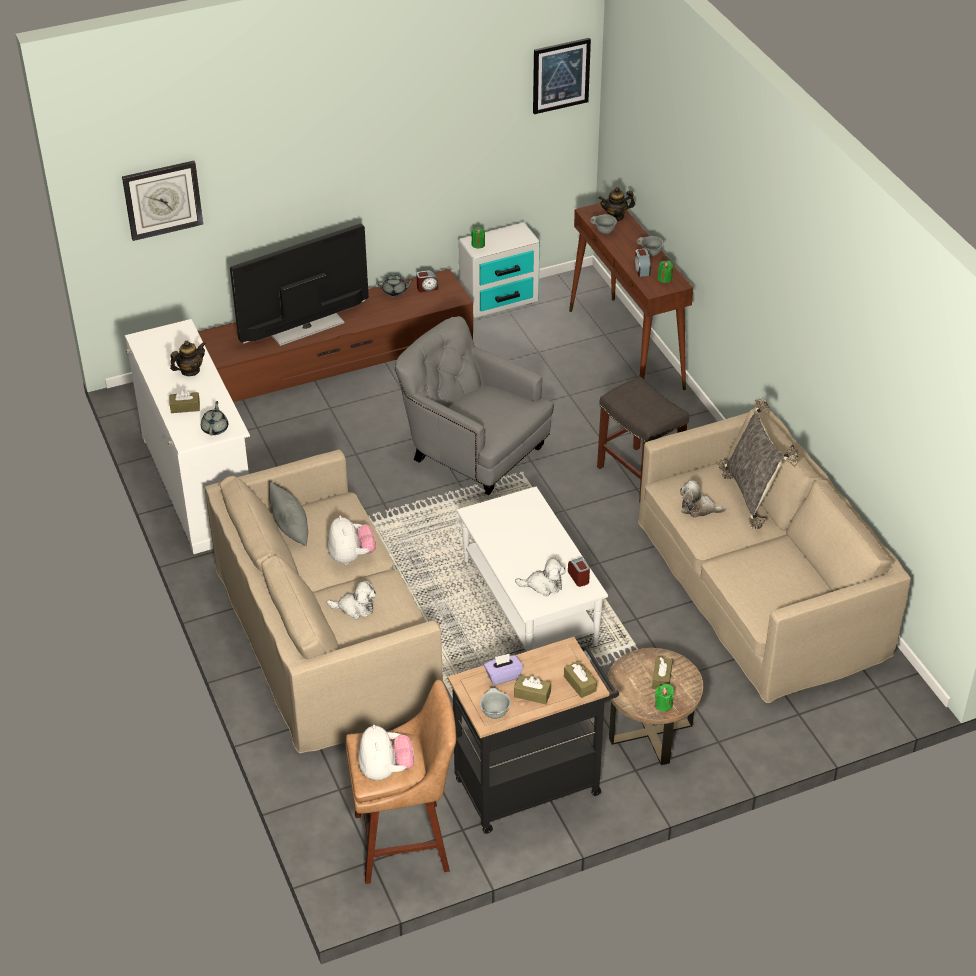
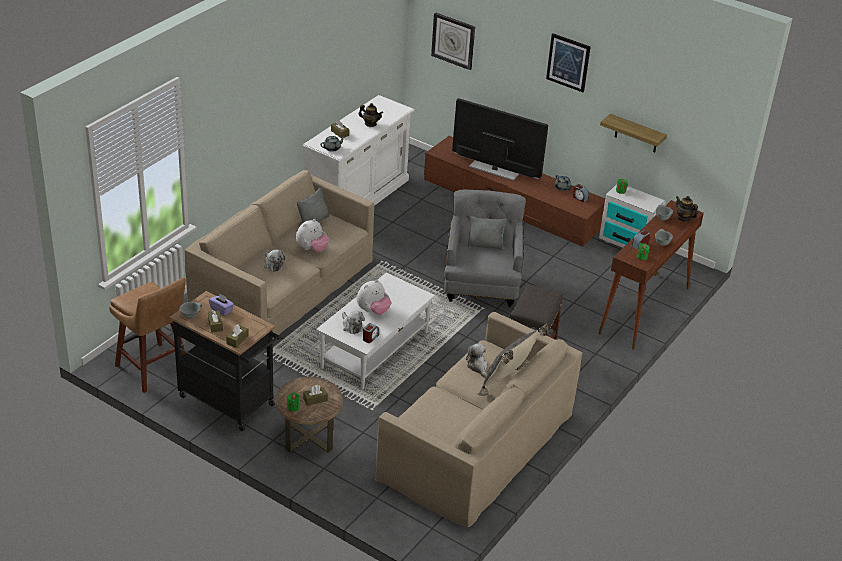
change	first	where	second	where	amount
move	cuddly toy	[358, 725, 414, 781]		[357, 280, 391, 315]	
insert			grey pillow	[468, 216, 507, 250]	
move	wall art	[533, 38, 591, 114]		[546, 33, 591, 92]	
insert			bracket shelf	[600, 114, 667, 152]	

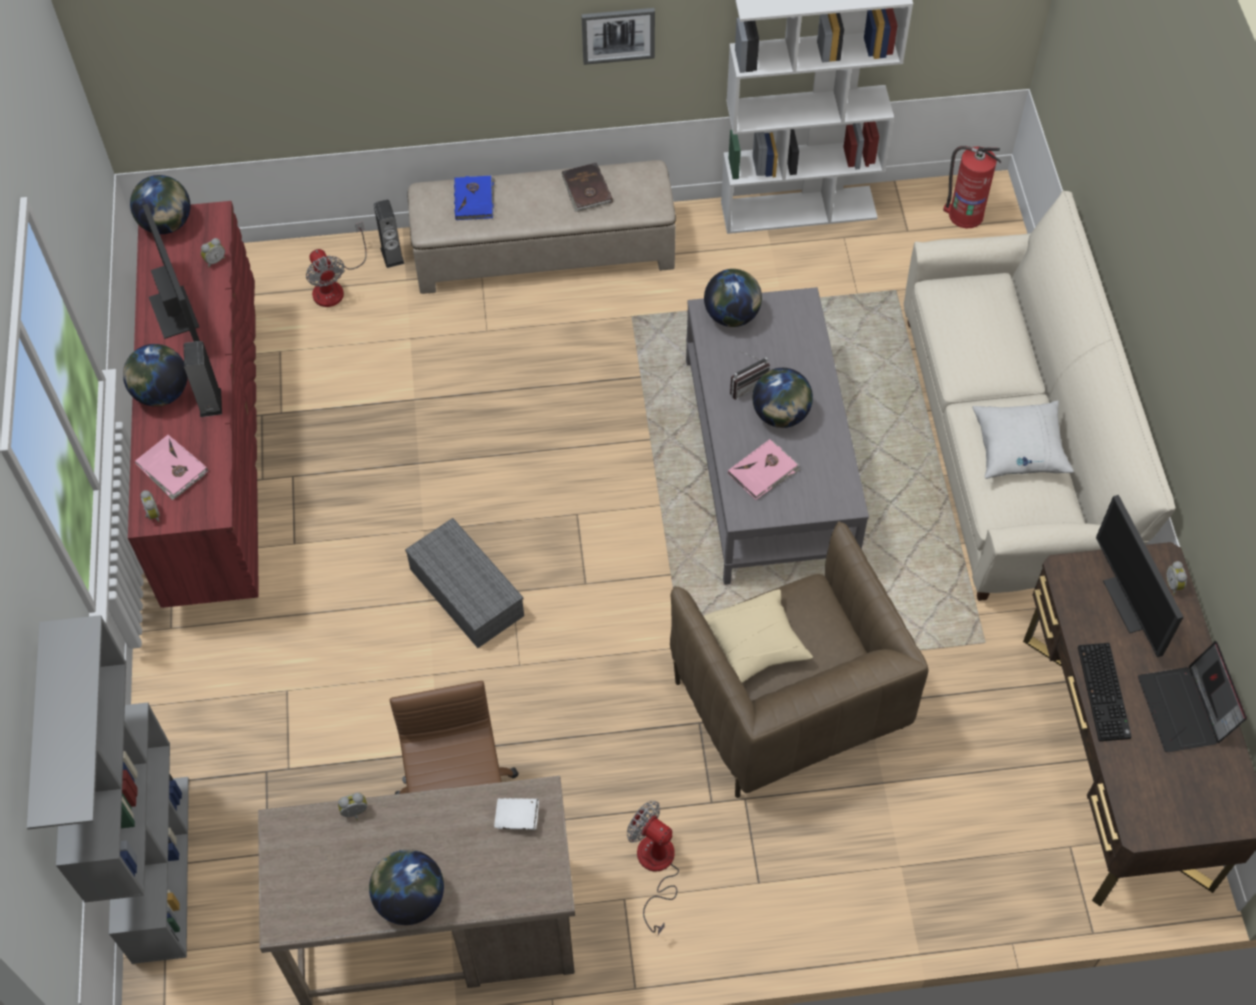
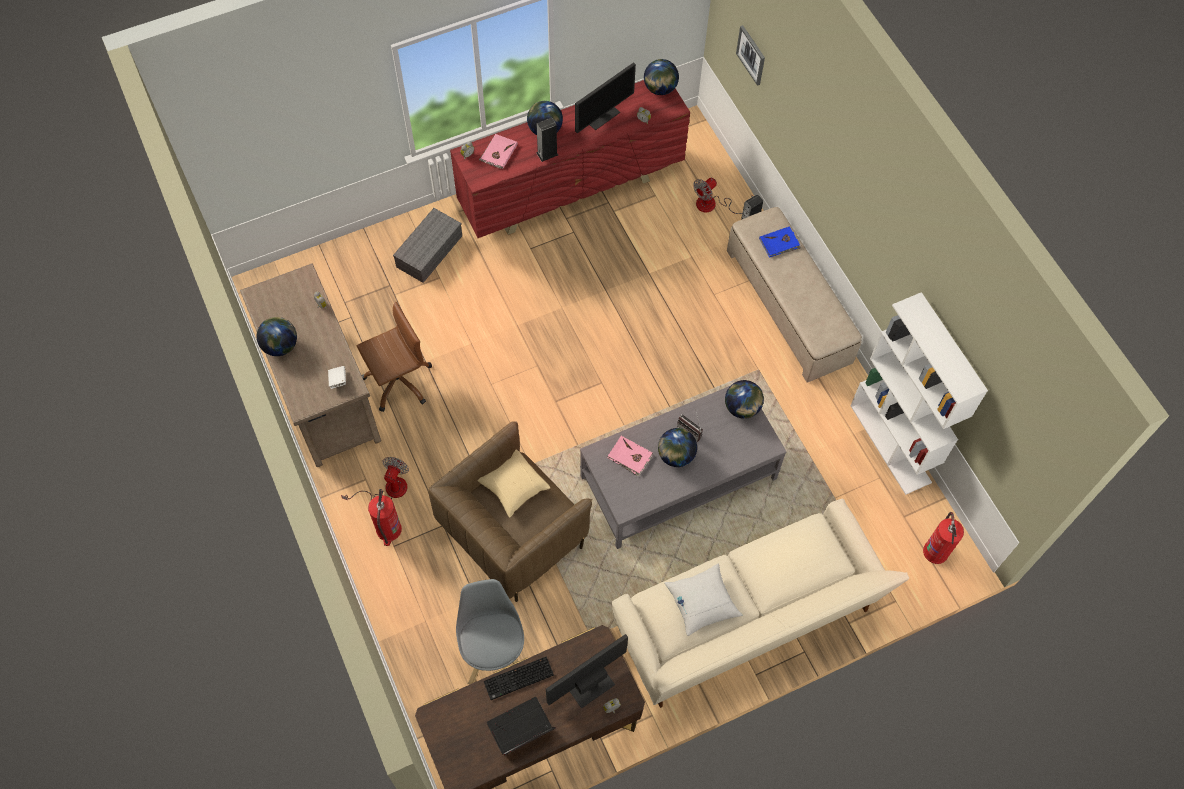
change	first	where	second	where	amount
insert			fire extinguisher	[368, 489, 402, 546]	
move	grey storage box	[405, 518, 524, 648]		[393, 208, 462, 283]	
insert			grey upright chair	[456, 579, 524, 685]	
move	wall art	[581, 8, 655, 65]		[736, 25, 765, 86]	
delete	grey bookcase	[27, 615, 189, 964]			
delete	brown bound book	[561, 163, 613, 212]			

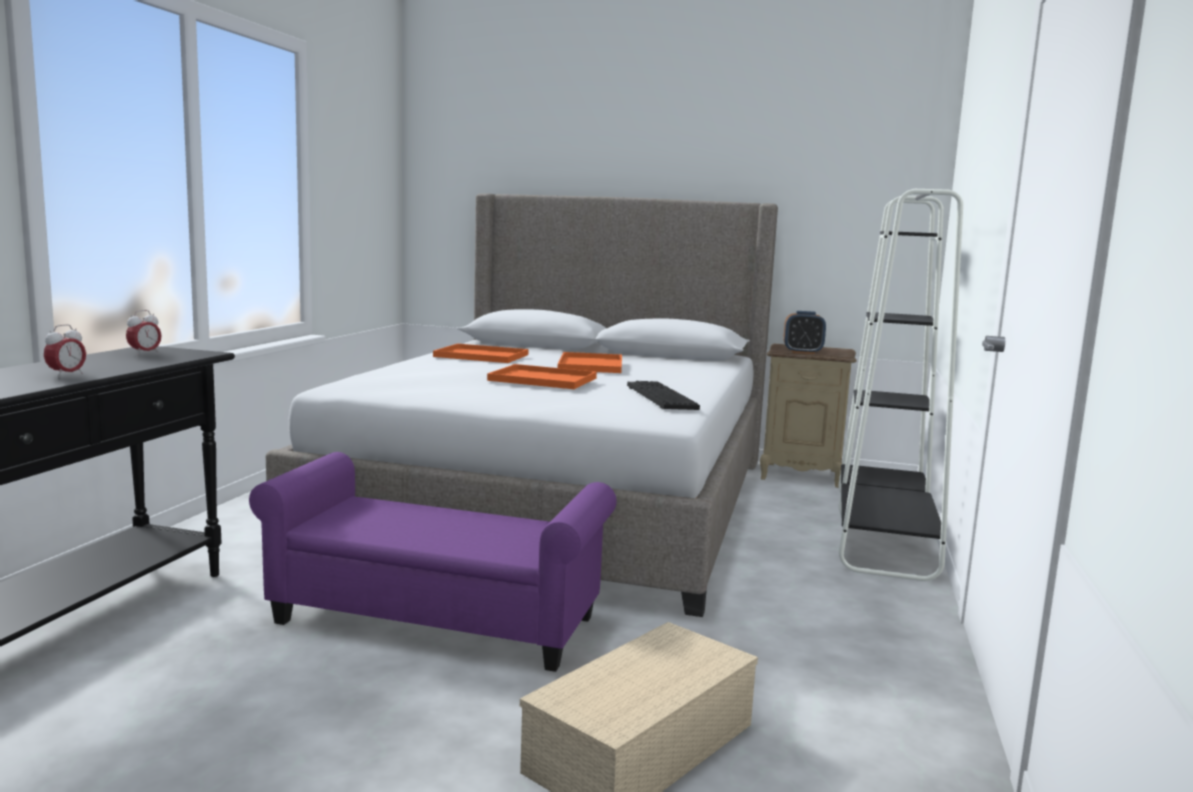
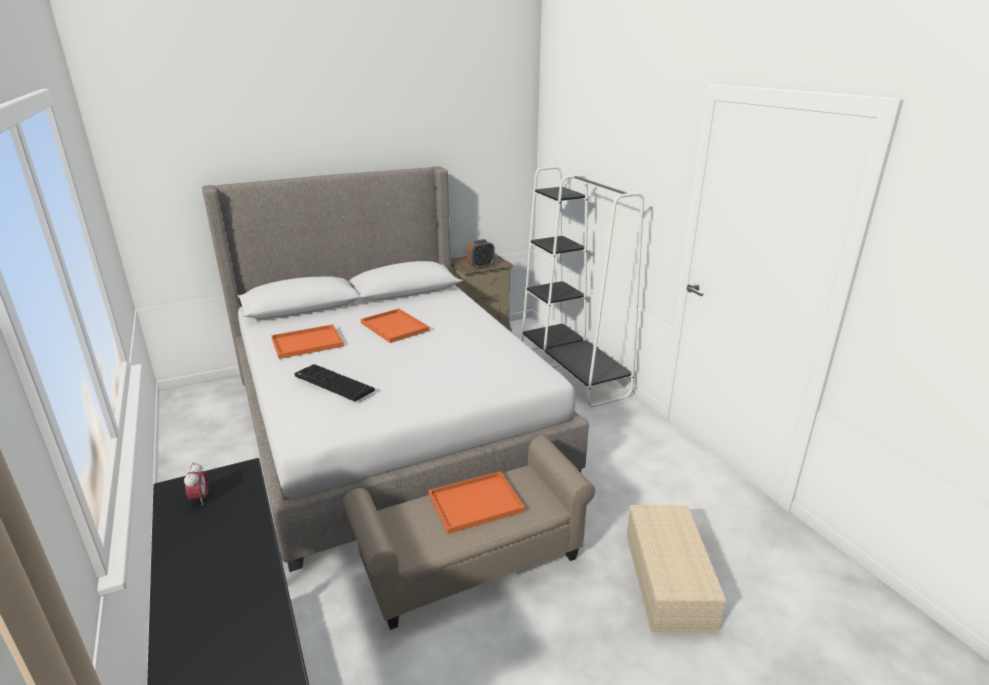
change	first	where	second	where	amount
move	computer keyboard	[627, 381, 700, 410]		[294, 364, 375, 401]	
recolor	purple footrest	[249, 452, 617, 672]	beige footrest	[343, 436, 595, 630]	
move	orange-coloured carrying tray	[487, 364, 597, 389]		[429, 471, 525, 534]	
delete	bedside clock	[44, 324, 86, 377]			

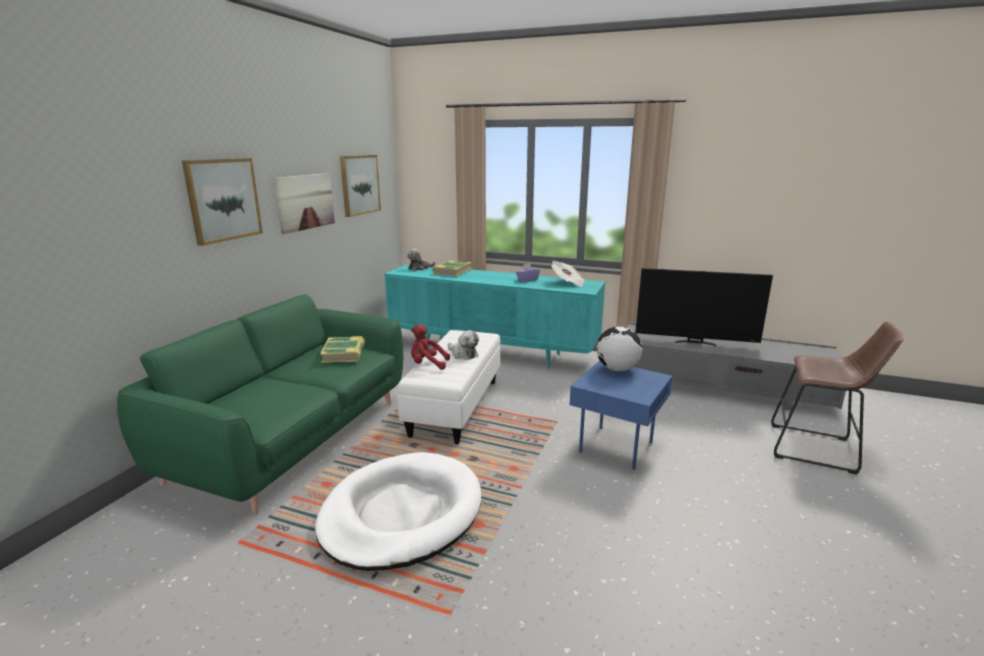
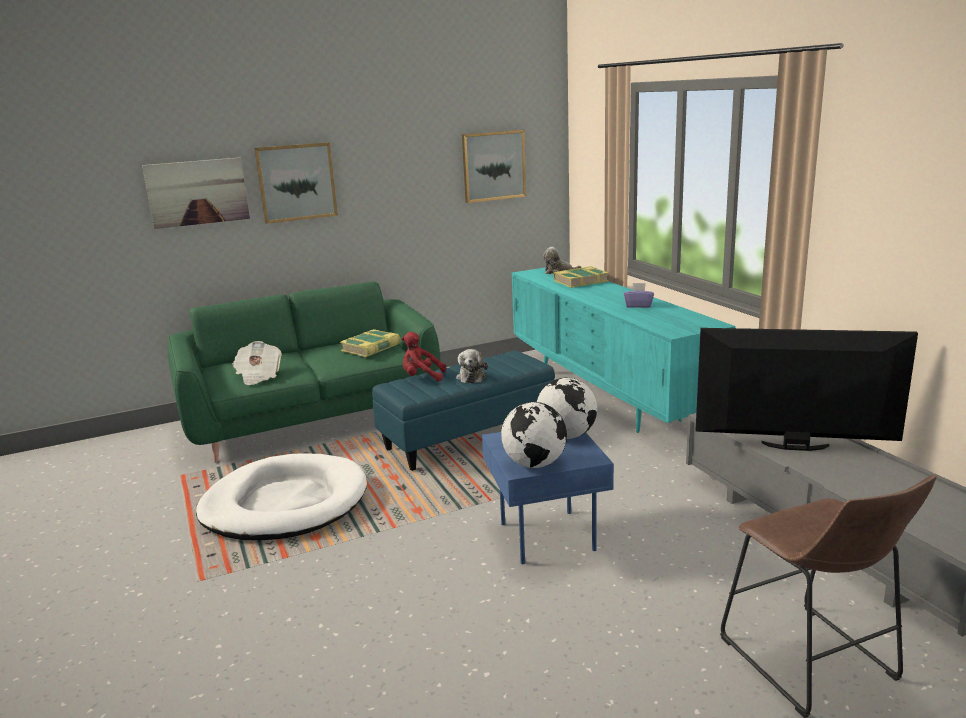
change	first	where	second	where	amount
move	wall art	[274, 173, 335, 234]		[142, 157, 250, 229]	
move	newspaper	[551, 261, 585, 287]		[232, 341, 282, 385]	
recolor	white-coloured footrest	[397, 330, 501, 444]	bluish footrest	[372, 350, 555, 471]	
rotate	red-coloured cuddly toy	[411, 324, 450, 370]		[402, 332, 446, 381]	45 degrees counterclockwise
insert			desk globe	[501, 402, 567, 468]	
rotate	TV set	[635, 268, 773, 346]		[696, 328, 918, 451]	135 degrees clockwise

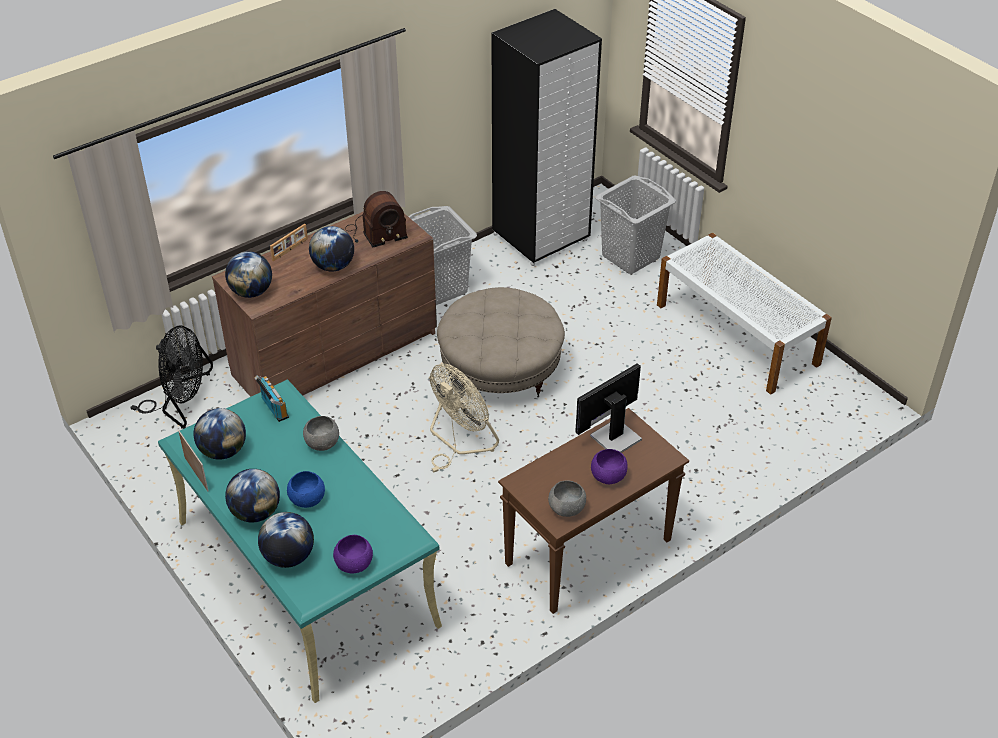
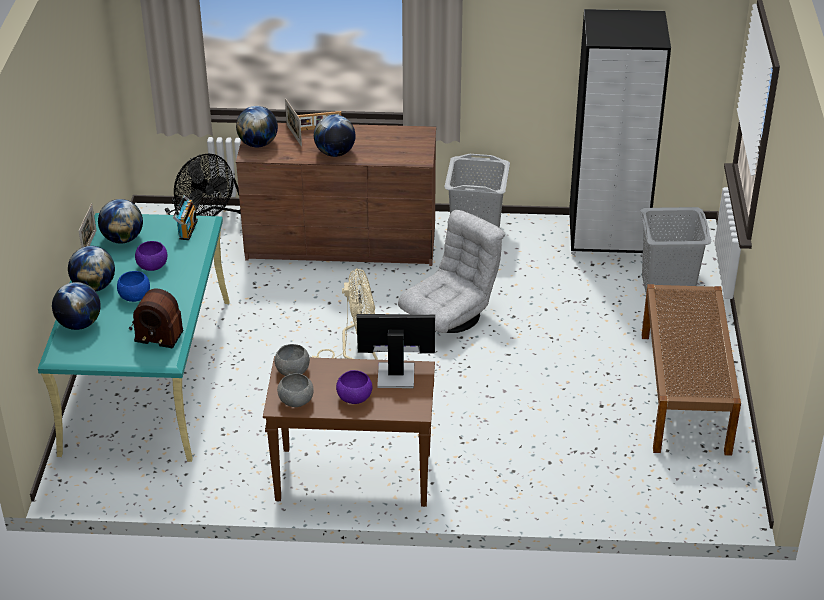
change	first	where	second	where	amount
move	radio set	[345, 191, 408, 247]		[129, 289, 184, 349]	
move	purple bowl	[333, 535, 373, 574]		[135, 241, 167, 271]	
move	grey bowl	[303, 416, 339, 451]		[275, 344, 310, 376]	
insert			standing frame	[285, 98, 302, 146]	
replace	beige footrest	[437, 287, 565, 398]	grey easy chair	[398, 210, 505, 333]	
recolor	white-coloured long seat	[657, 233, 832, 395]	brown long seat	[642, 284, 741, 456]	

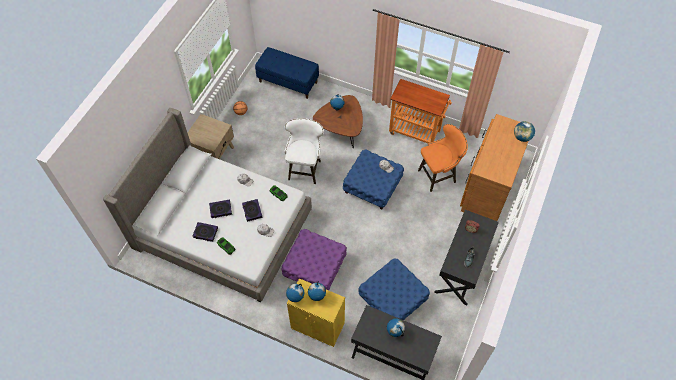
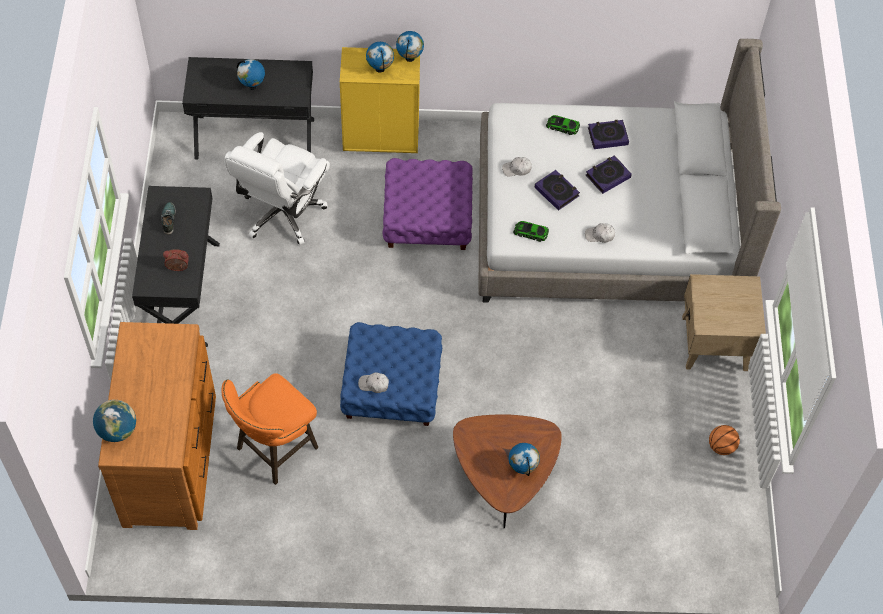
change	first	where	second	where	amount
replace	bluish footrest	[358, 259, 430, 320]	white-coloured computer chair	[225, 132, 330, 245]	
delete	bluish long seat	[255, 47, 319, 99]			
delete	white-coloured stool	[284, 118, 324, 184]			
delete	orange-coloured cart	[389, 79, 452, 143]			

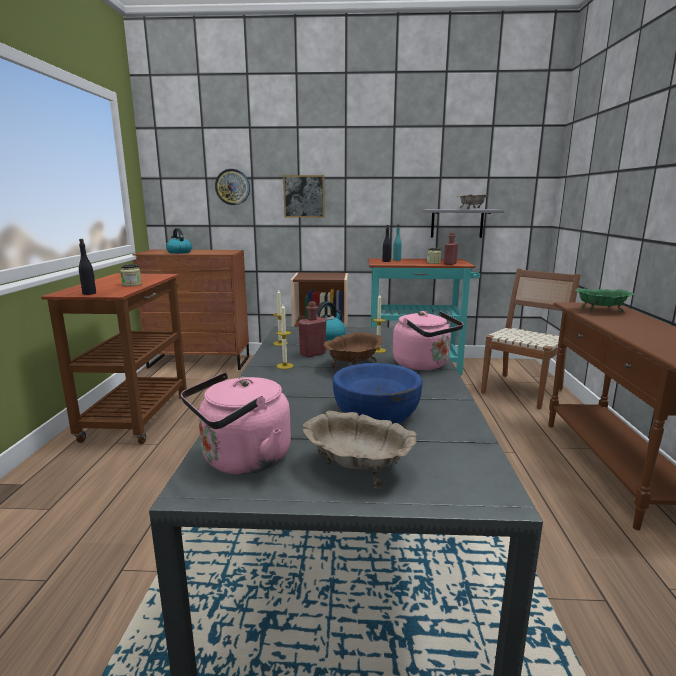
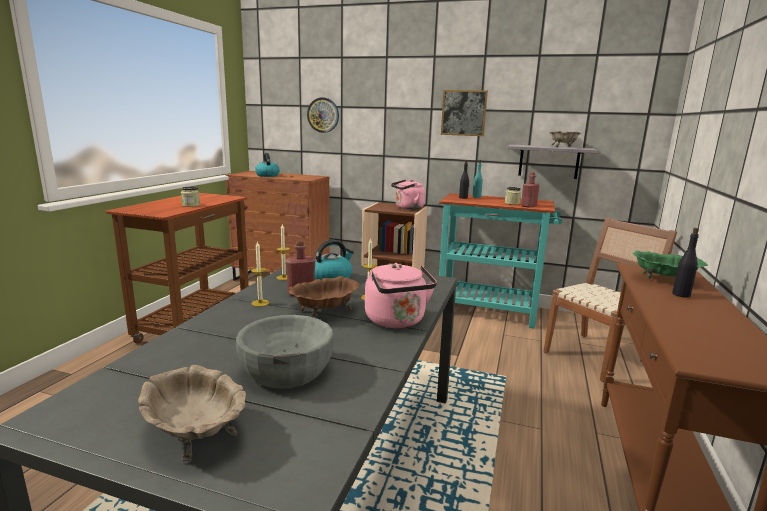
change	first	where	second	where	amount
recolor	bluish bowl	[333, 363, 423, 424]	grey bowl	[236, 315, 333, 389]	
move	pinkish water kettle	[181, 372, 291, 475]		[391, 179, 425, 210]	
move	wall art	[283, 175, 325, 218]		[441, 90, 488, 136]	
move	black-coloured bottle	[79, 239, 96, 295]		[672, 228, 699, 298]	

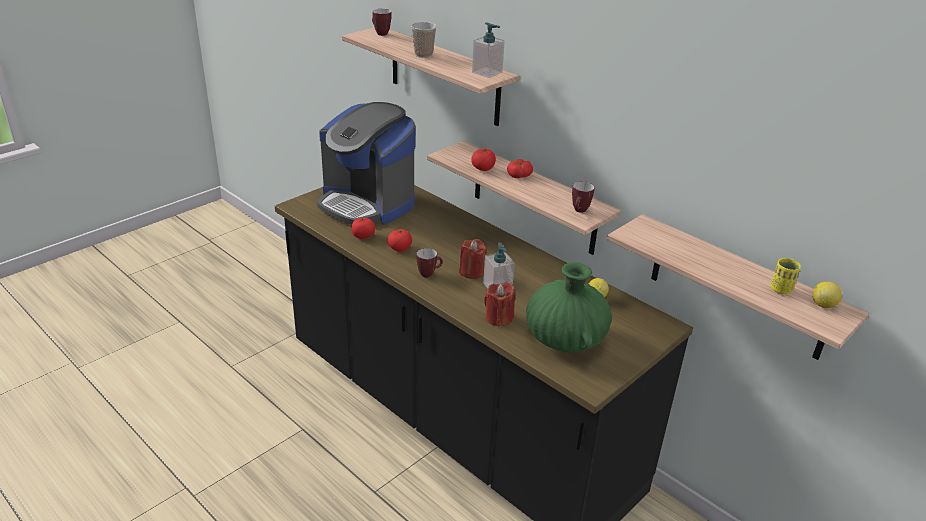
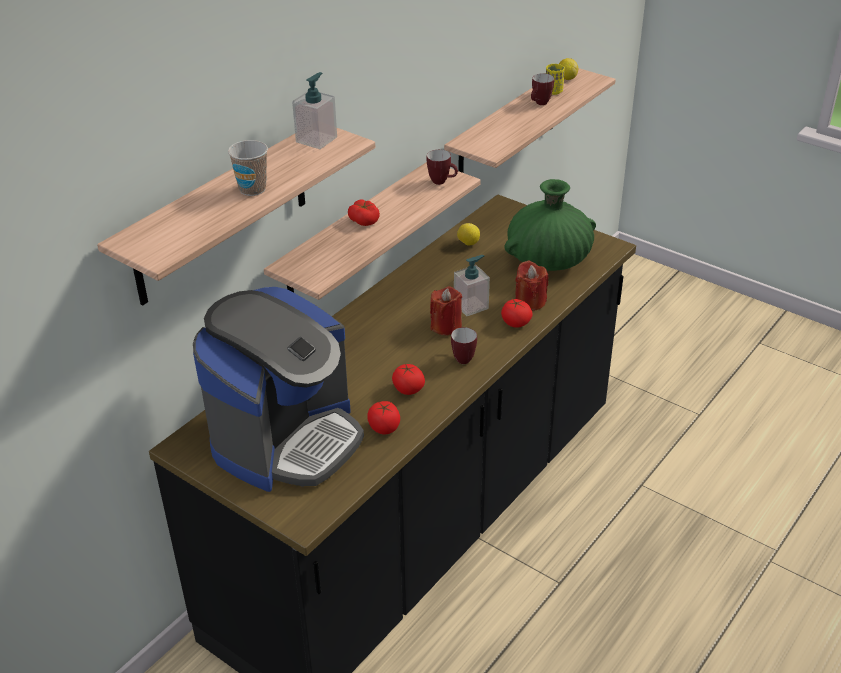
change	first	where	second	where	amount
move	whole tomato	[471, 148, 496, 171]		[501, 299, 533, 328]	
move	tea mug	[372, 9, 392, 36]		[531, 73, 554, 105]	

